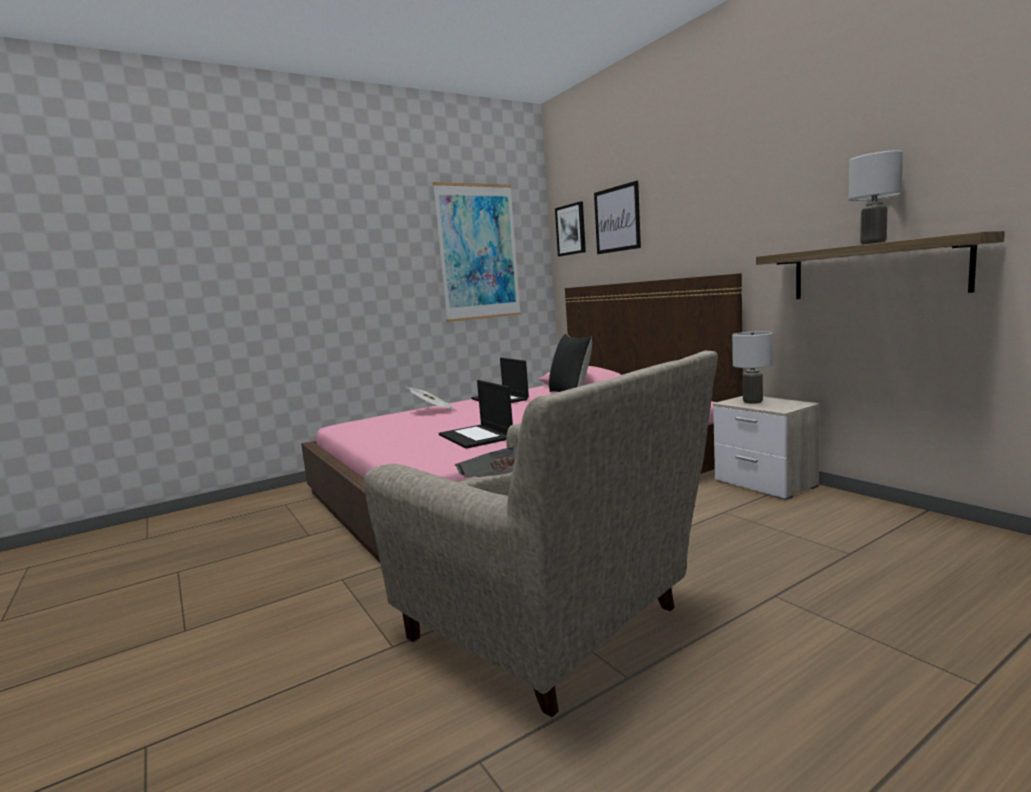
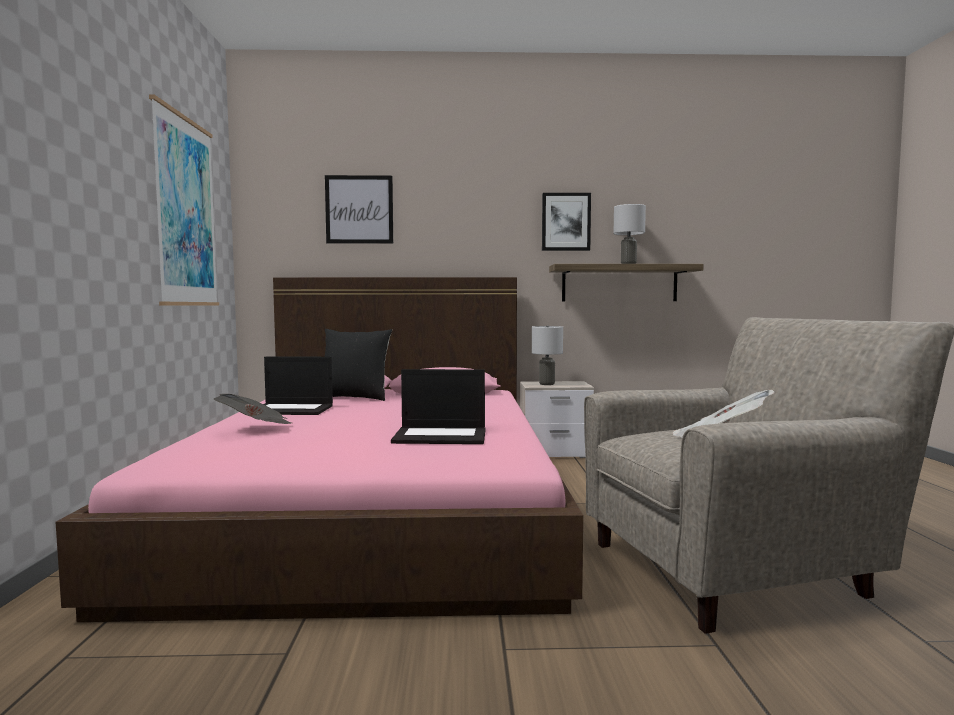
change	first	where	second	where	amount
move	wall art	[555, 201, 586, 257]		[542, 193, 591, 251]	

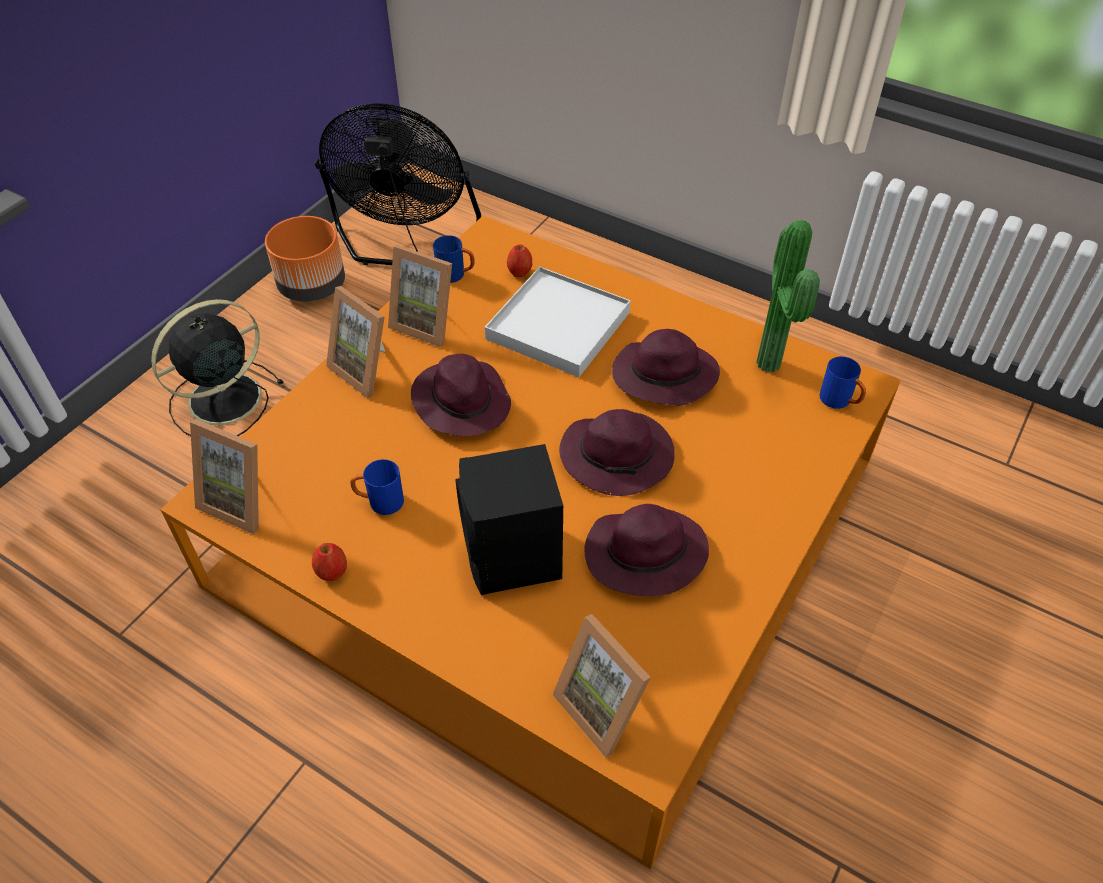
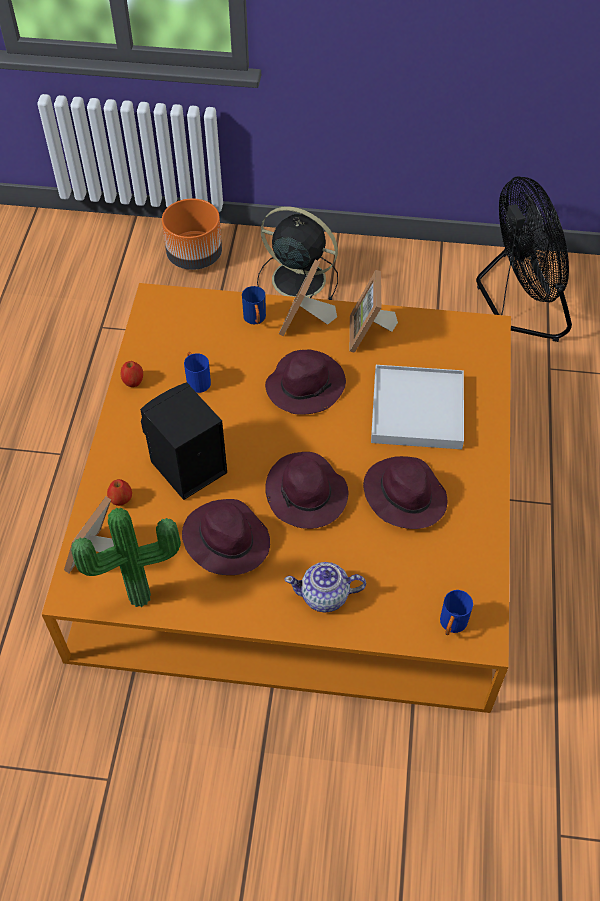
change	first	where	second	where	amount
move	plant in a pot	[756, 220, 820, 373]		[71, 508, 181, 607]	
move	apple	[507, 244, 532, 277]		[107, 479, 132, 506]	
move	orange-coloured flower pot	[265, 216, 345, 302]		[162, 199, 222, 270]	
move	bluish tea mug	[433, 235, 475, 283]		[242, 286, 266, 324]	
insert			pot for tea	[284, 562, 366, 613]	
delete	standing frame	[190, 419, 259, 534]			

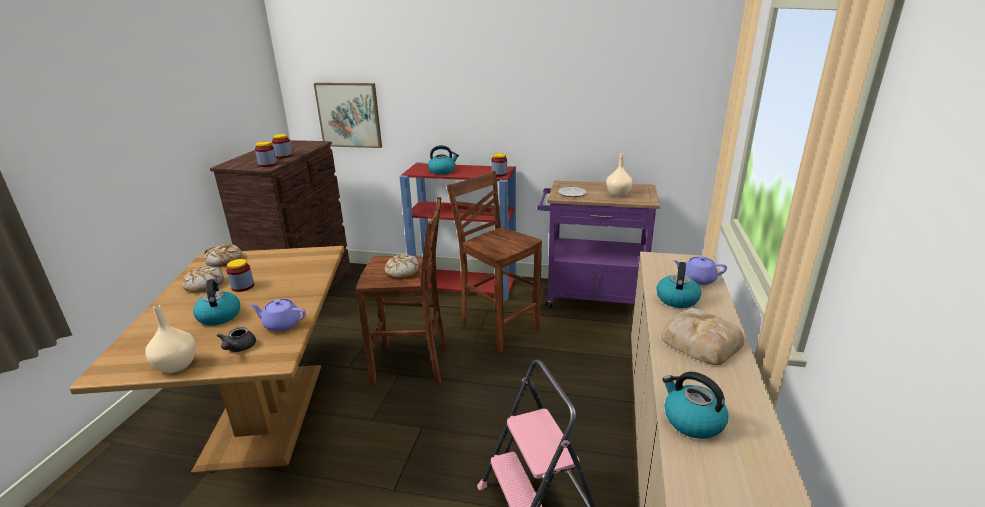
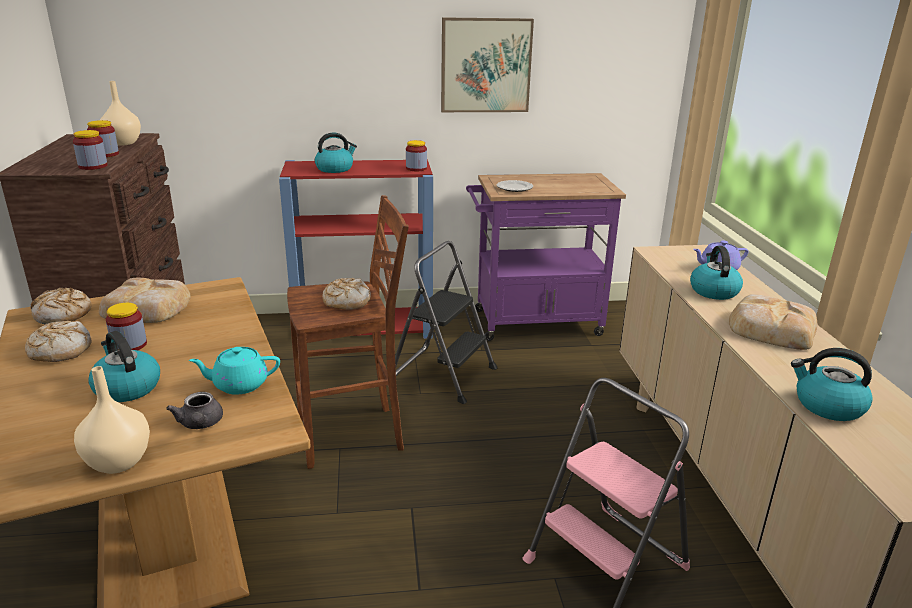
change	first	where	second	where	amount
insert			baked bread	[99, 278, 191, 323]	
move	beige flower vase	[606, 153, 633, 197]		[100, 81, 141, 146]	
recolor	purple pot for tea	[249, 299, 306, 332]	turquoise-coloured pot for tea	[189, 347, 280, 395]	
replace	brown stool	[447, 171, 542, 353]	black-coloured step ladder	[395, 241, 498, 404]	
move	wall art	[314, 83, 382, 148]		[441, 17, 534, 112]	

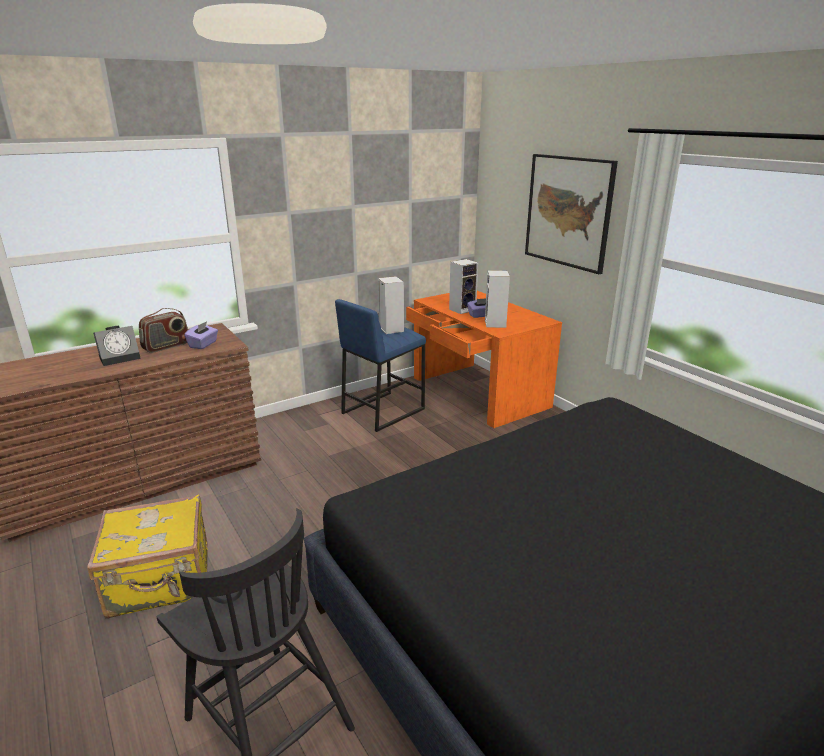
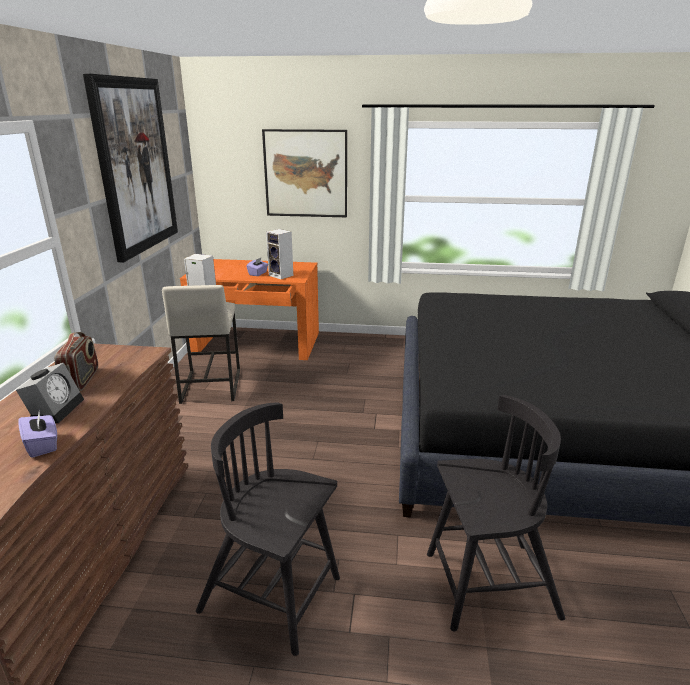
change	first	where	second	where	amount
move	purple box of tissues	[184, 321, 218, 349]		[18, 408, 57, 458]	
insert			wall art	[83, 74, 178, 262]	
recolor	bluish stool	[335, 299, 426, 432]	beige stool	[162, 285, 240, 404]	
replace	yellowish travel case	[87, 494, 208, 619]	black-coloured upright chair	[196, 402, 340, 656]	
delete	loudspeaker	[449, 259, 478, 314]			

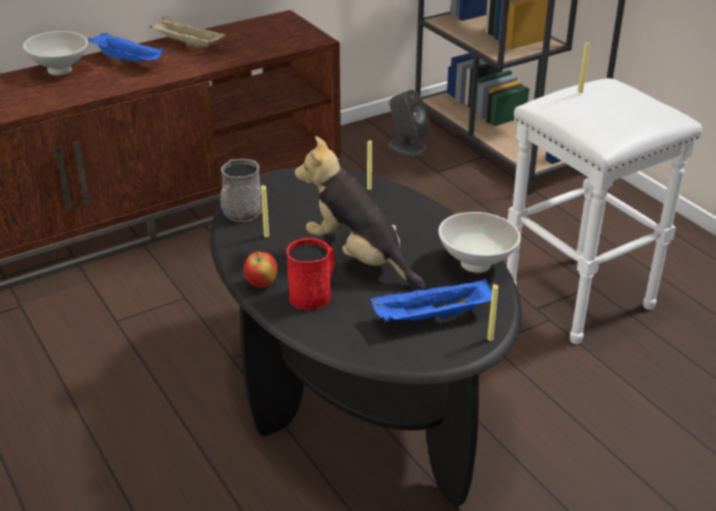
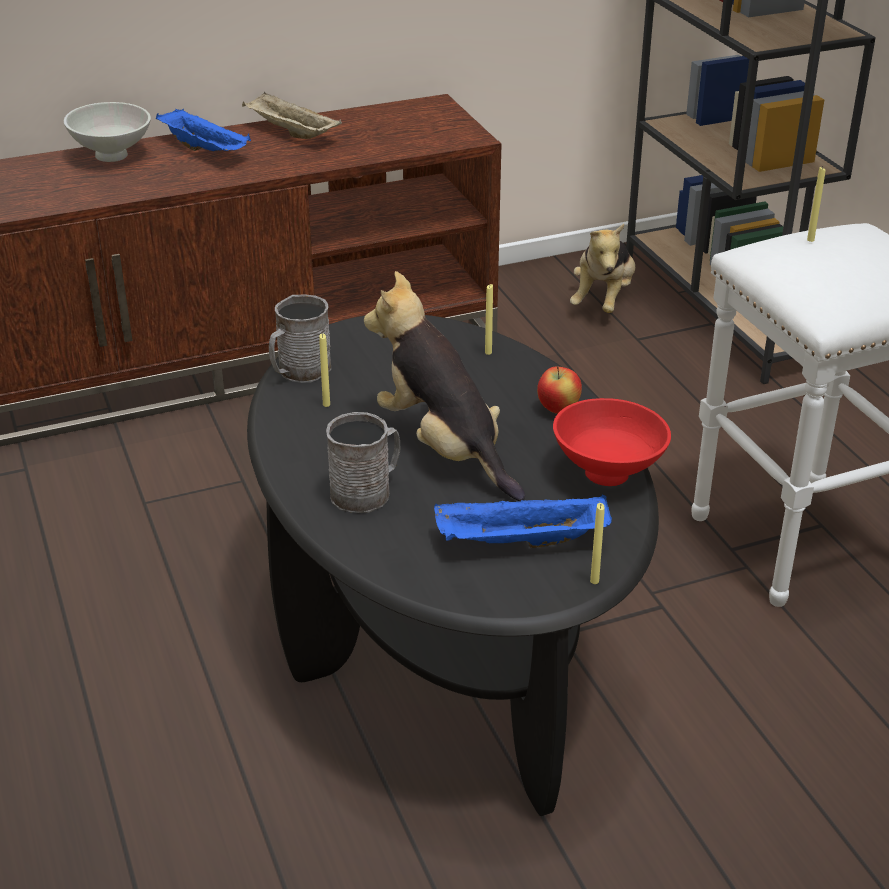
change	first	where	second	where	amount
recolor	red-coloured tea mug	[286, 238, 335, 310]	grey tea mug	[326, 412, 400, 513]	
move	apple	[244, 252, 277, 288]		[537, 367, 582, 414]	
recolor	white-coloured bowl	[438, 212, 521, 273]	red-coloured bowl	[553, 398, 671, 486]	
replace	grey loudspeaker	[388, 90, 430, 156]	cuddly toy	[570, 224, 635, 313]	

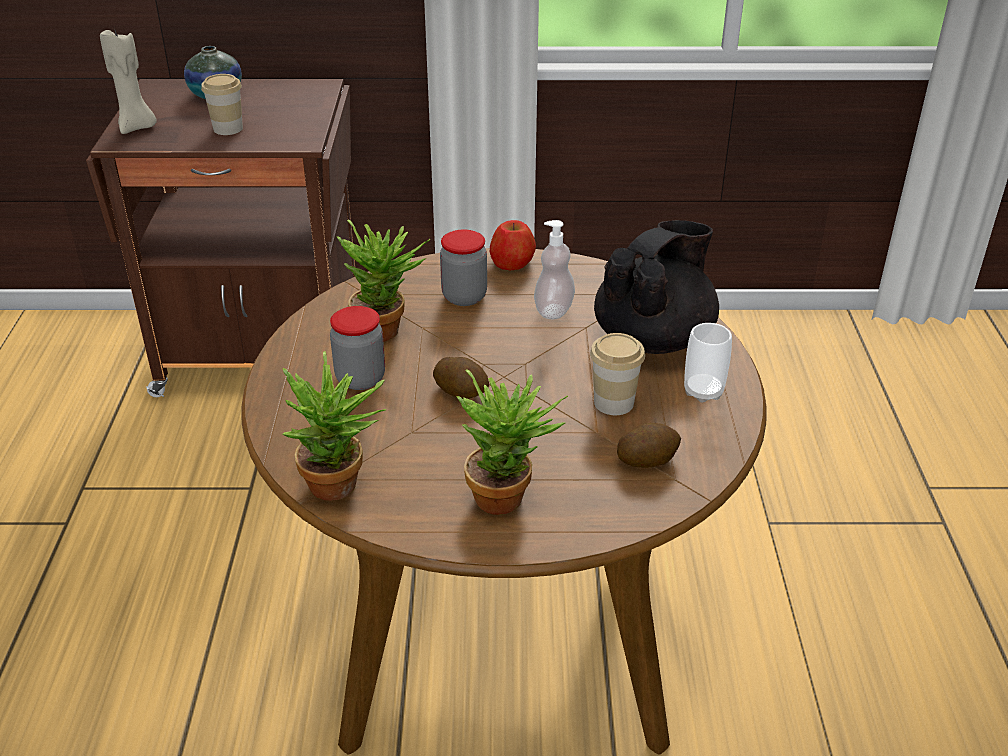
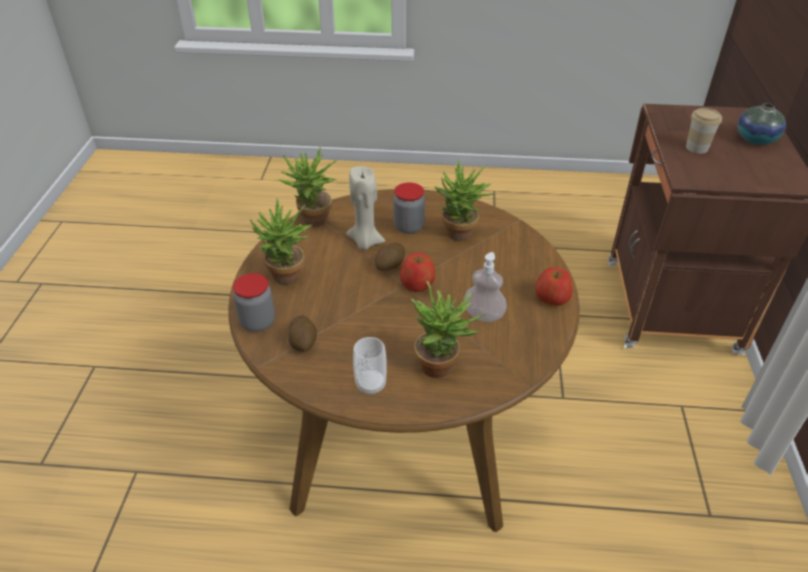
change	first	where	second	where	amount
move	storage jar	[440, 230, 487, 306]		[233, 273, 275, 332]	
move	beige candle	[100, 27, 157, 134]		[347, 166, 385, 250]	
insert			apple	[400, 252, 435, 292]	
replace	black-coloured pot for tea	[594, 220, 719, 354]	plant in a pot	[411, 281, 488, 378]	
delete	drinking cup	[590, 333, 645, 415]			

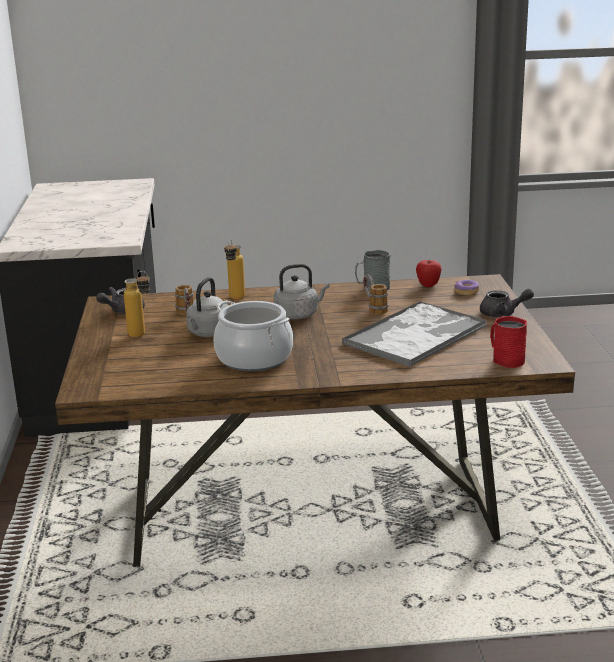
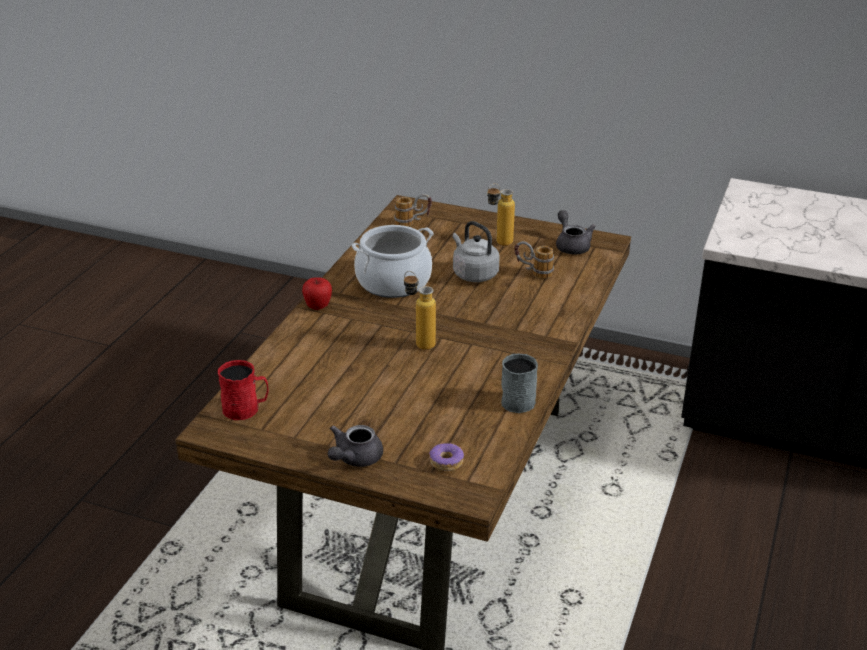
change	first	where	second	where	amount
move	apple	[416, 260, 442, 287]		[302, 277, 332, 310]	
move	tea mug	[363, 274, 389, 315]		[394, 194, 432, 227]	
move	bottle	[224, 239, 245, 299]		[404, 271, 436, 350]	
delete	grey water kettle	[274, 264, 330, 319]			
delete	carrying tray	[342, 301, 487, 368]			

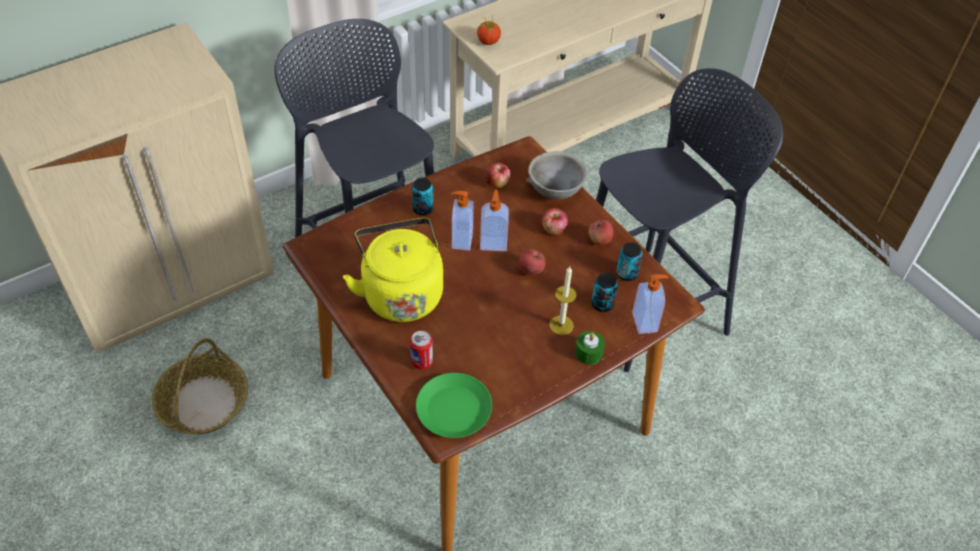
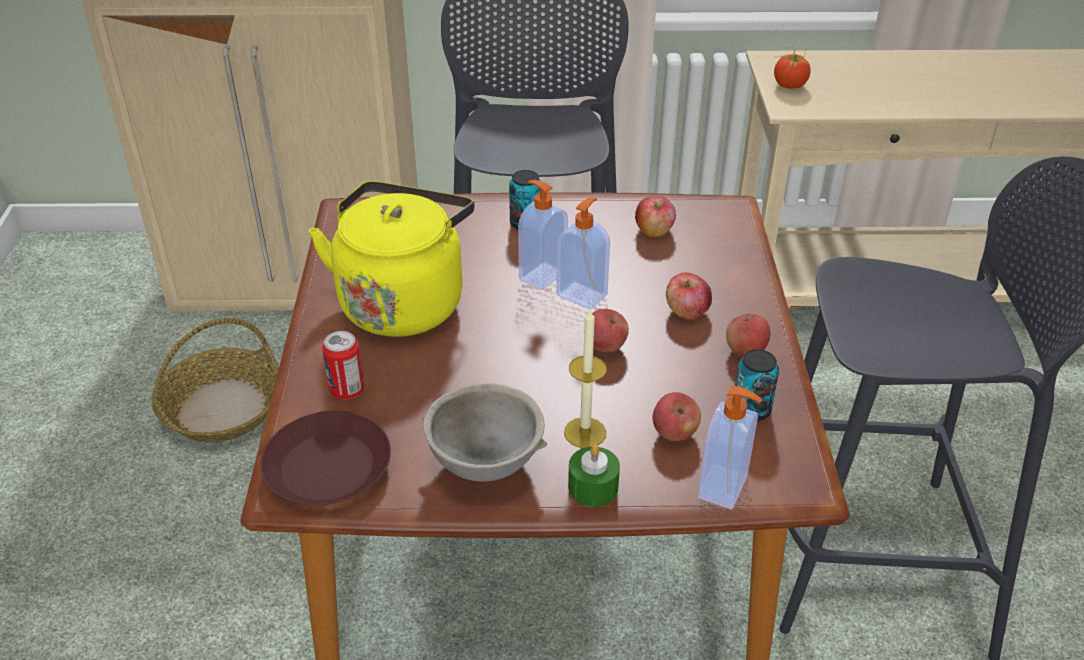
change	first	where	second	where	amount
recolor	green-coloured flat dish	[416, 373, 492, 438]	brown flat dish	[260, 411, 391, 505]	
move	grey bowl	[526, 151, 587, 199]		[423, 383, 547, 482]	
replace	sealed can	[591, 273, 618, 312]	apple	[652, 392, 701, 441]	

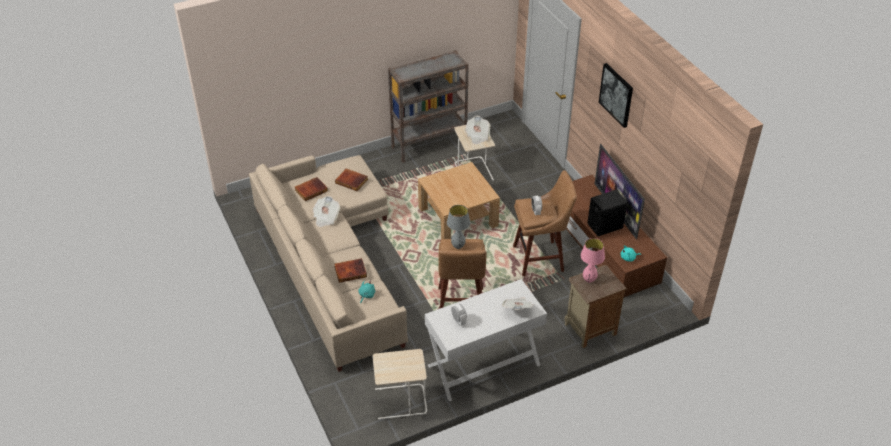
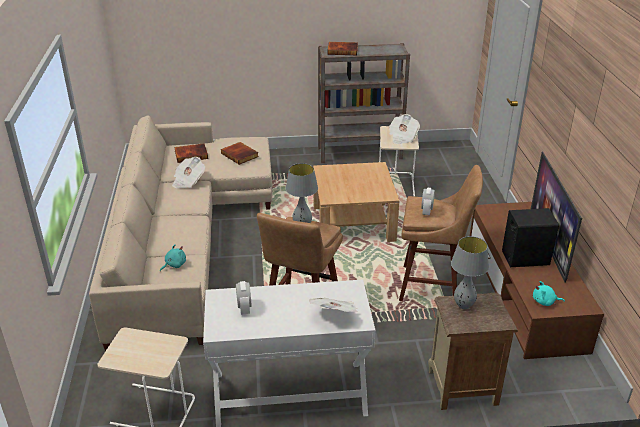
change	first	where	second	where	amount
move	bound book	[334, 258, 367, 283]		[327, 42, 358, 55]	
recolor	pinkish tabletop lamp	[580, 238, 605, 283]	grey tabletop lamp	[451, 236, 489, 309]	
delete	wall art	[599, 63, 633, 128]			

